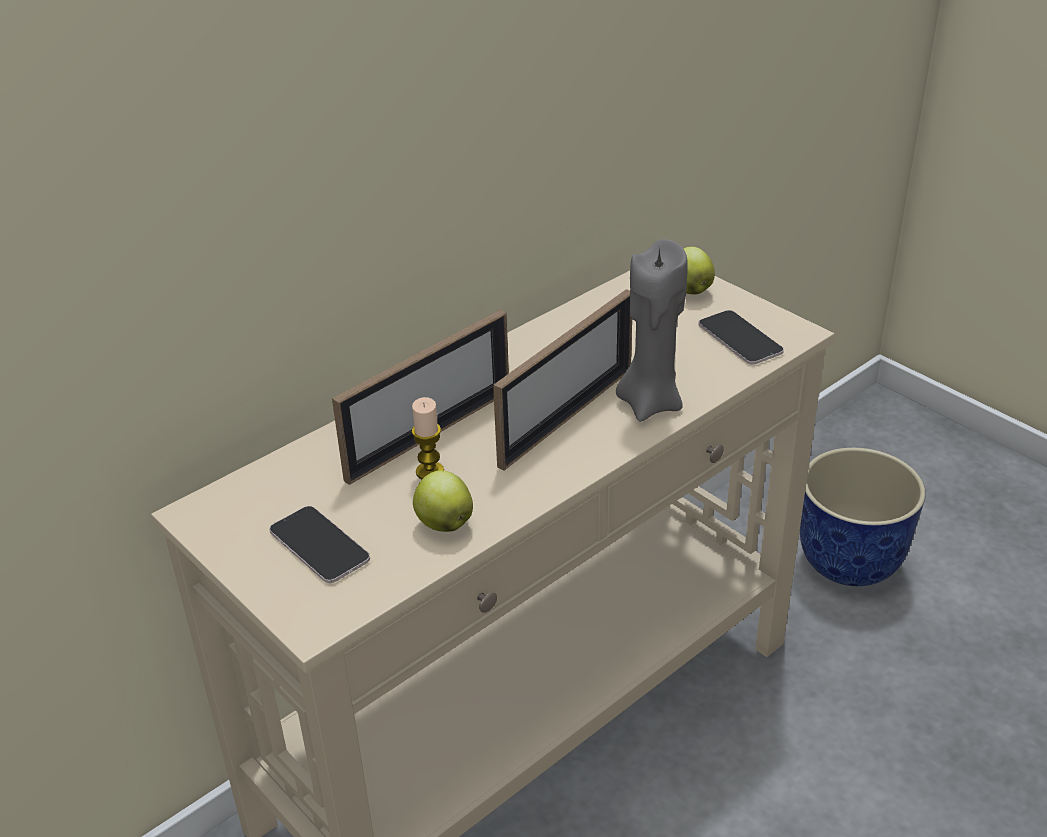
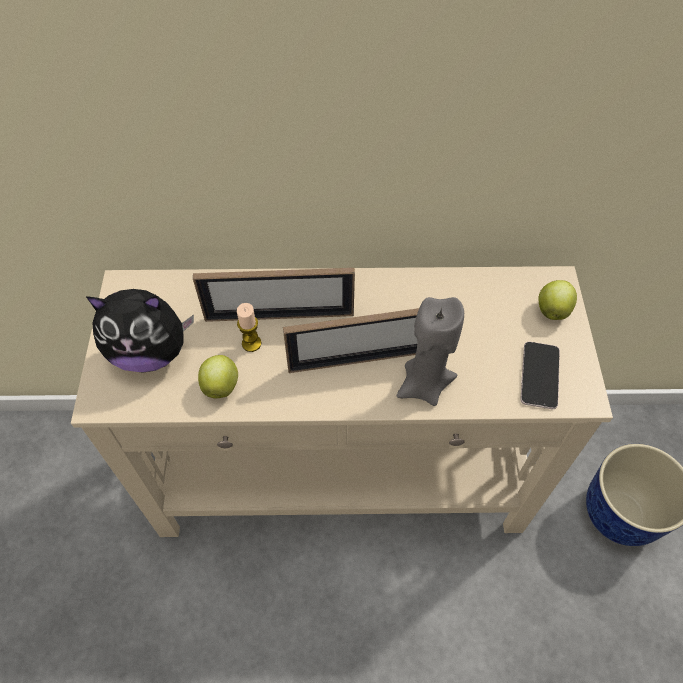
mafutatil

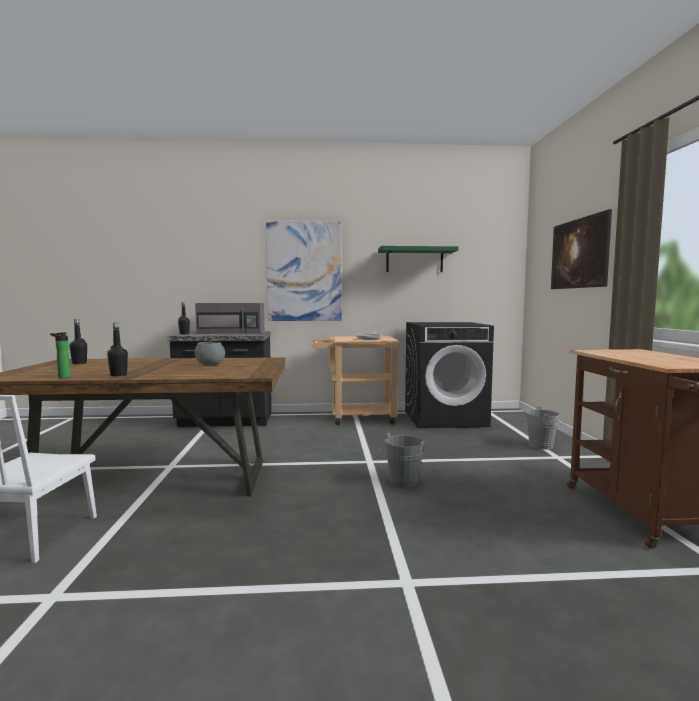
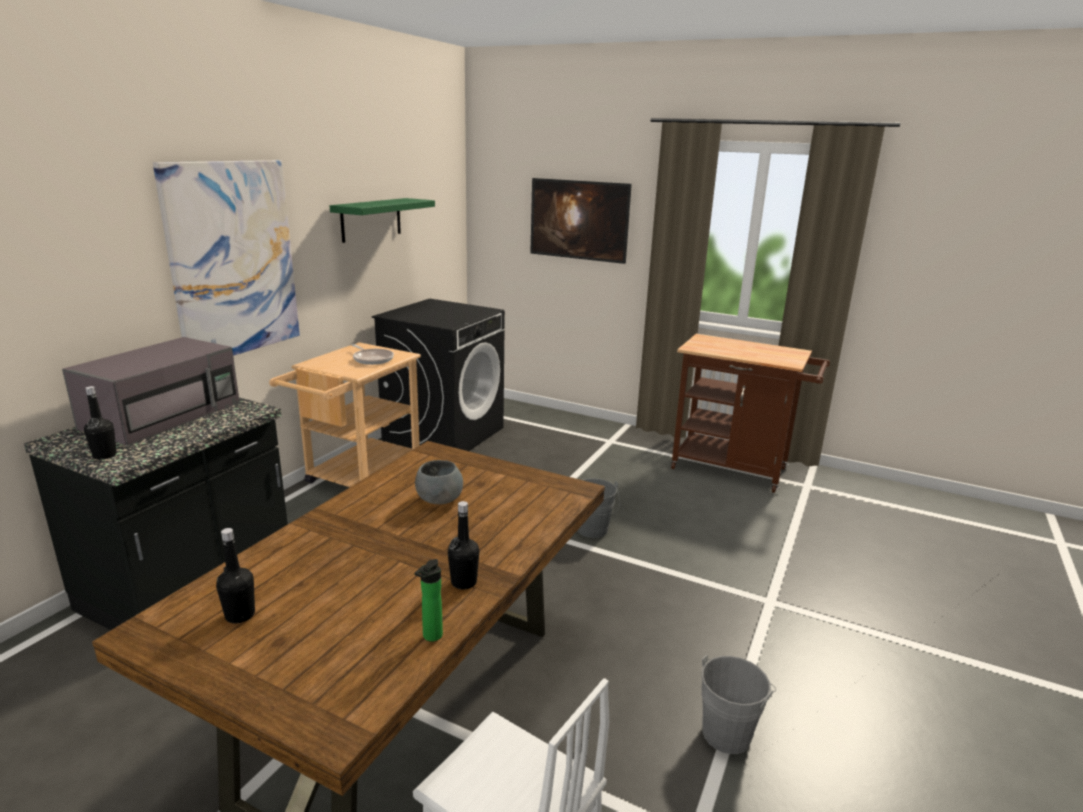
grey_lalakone (2nd from left)

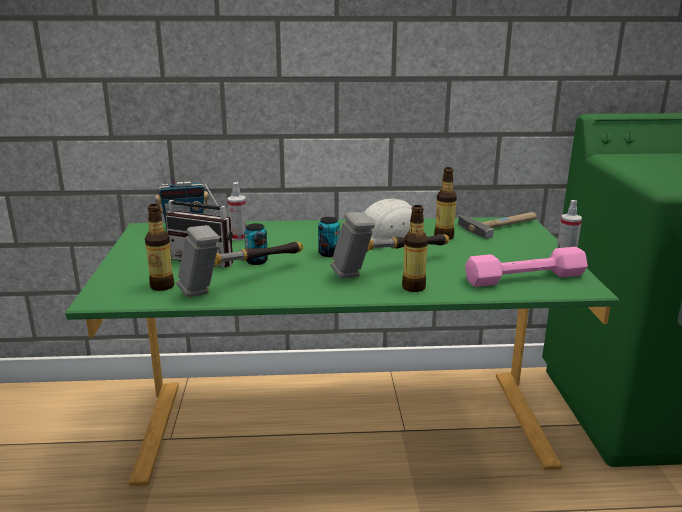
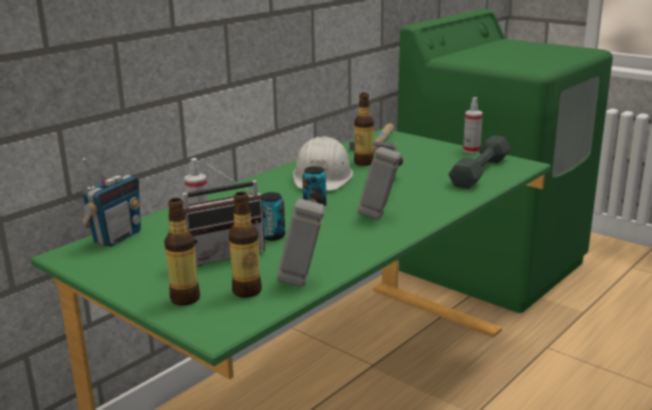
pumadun (1st from left); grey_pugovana

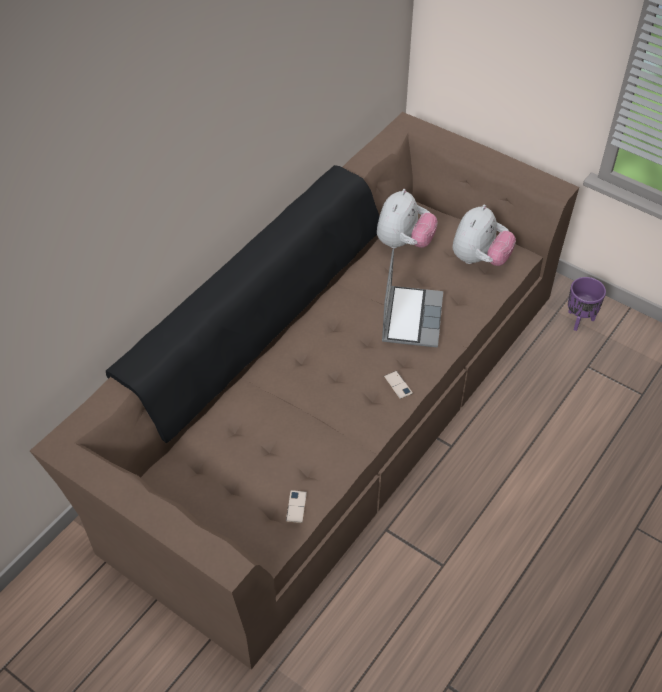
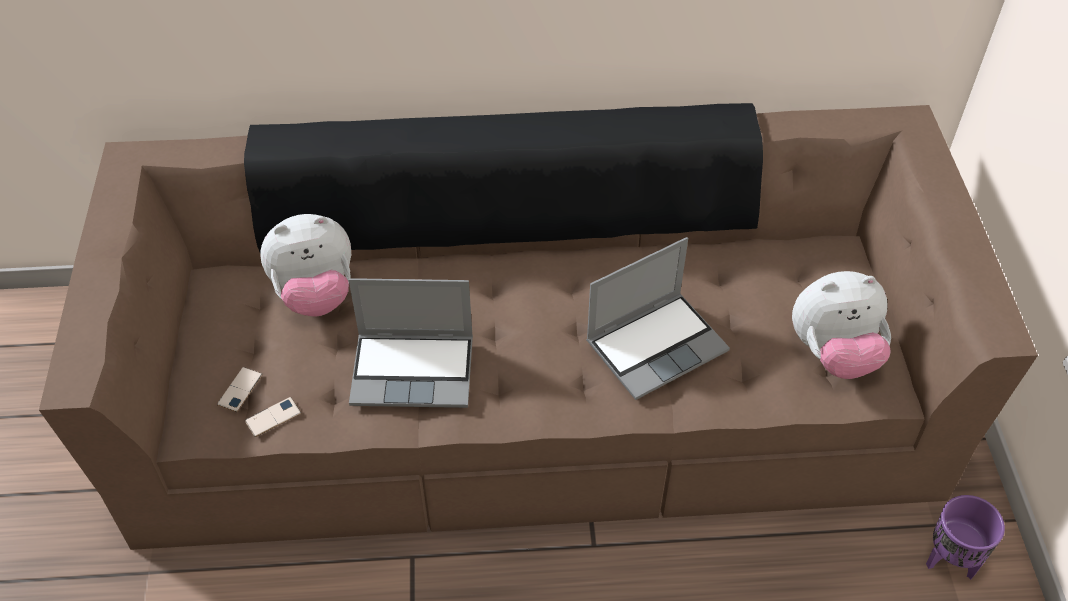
mafutatil (1st from left); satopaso (1st from left); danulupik (1st from left)

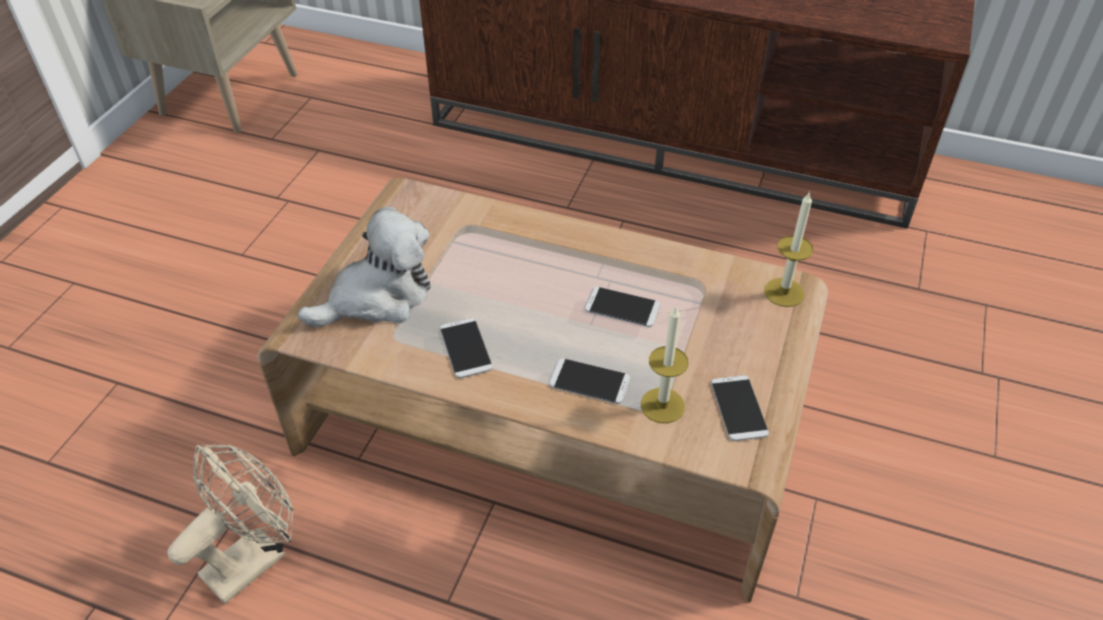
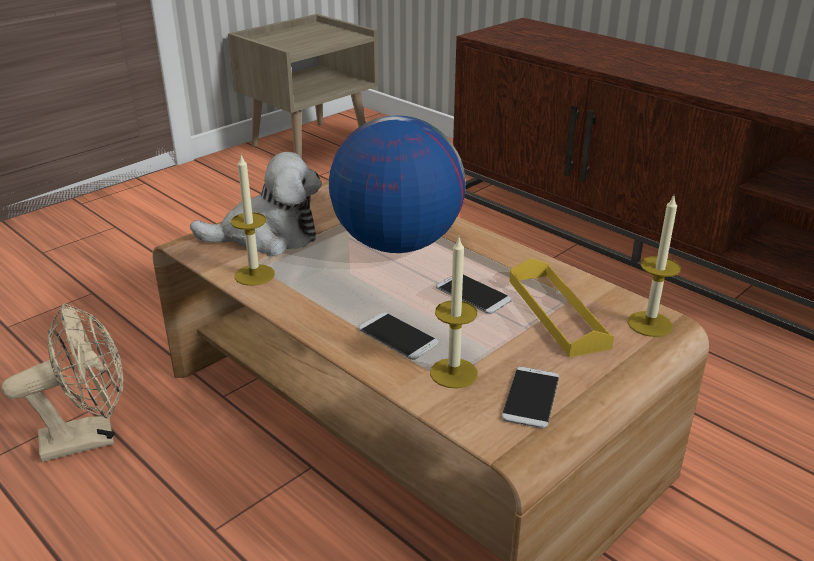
satopaso (1st from left in the first image); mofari (1st from left); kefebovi; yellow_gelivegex

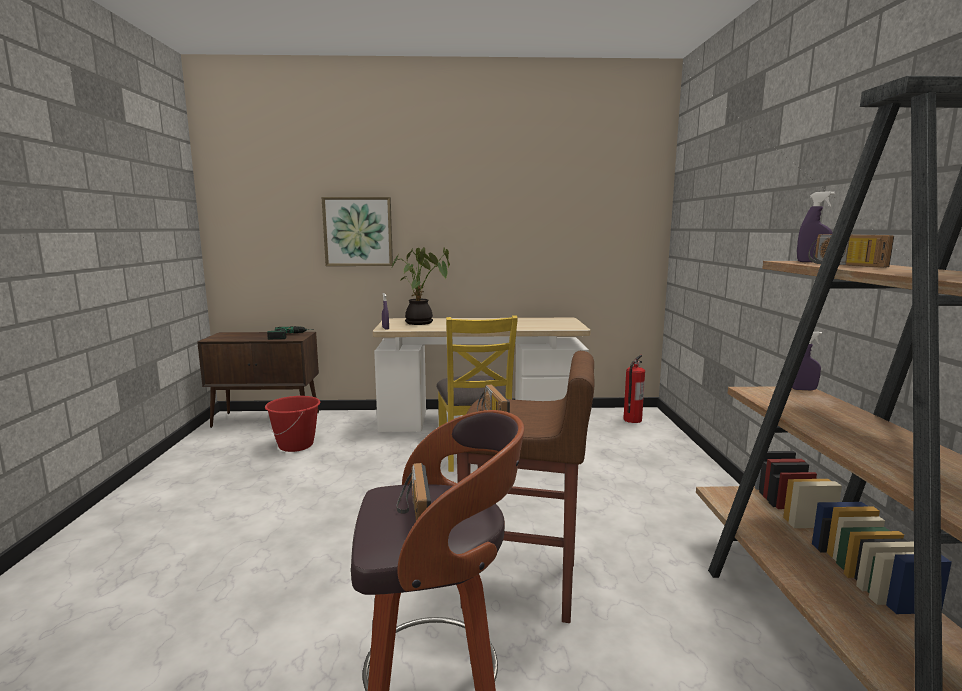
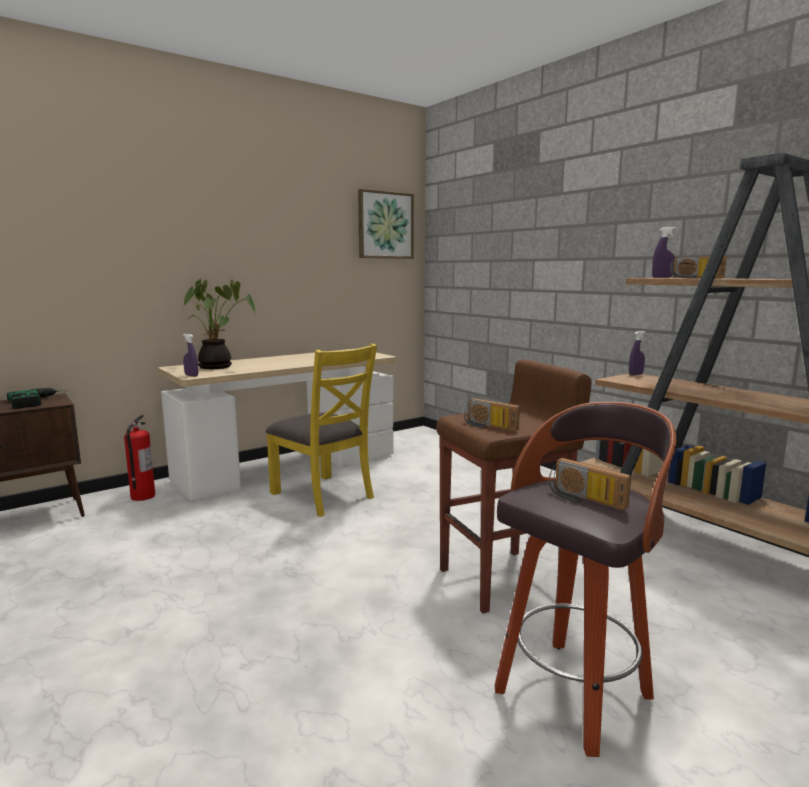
red_lalakone; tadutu; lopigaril

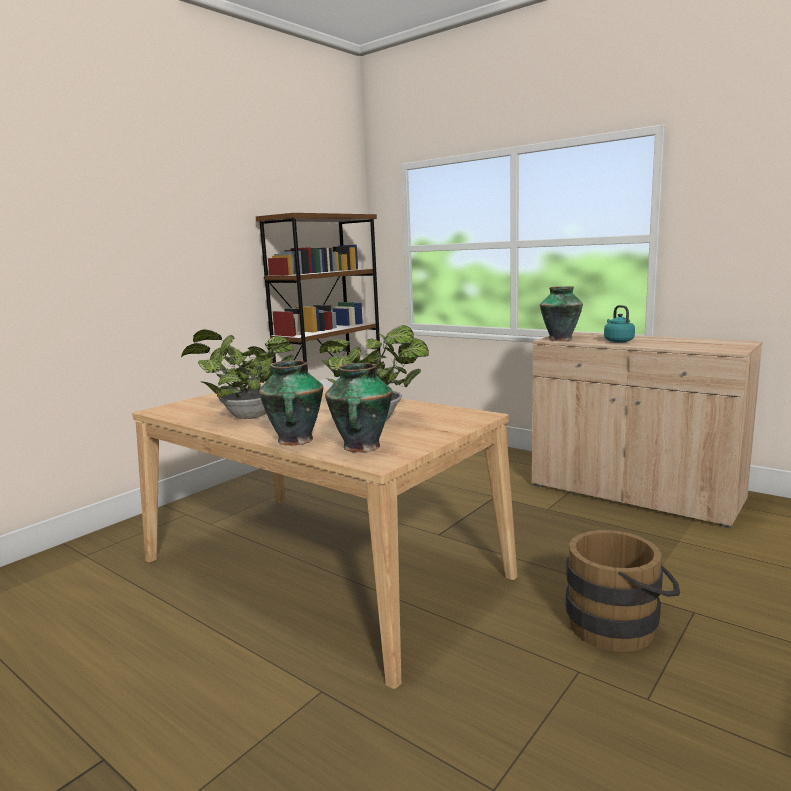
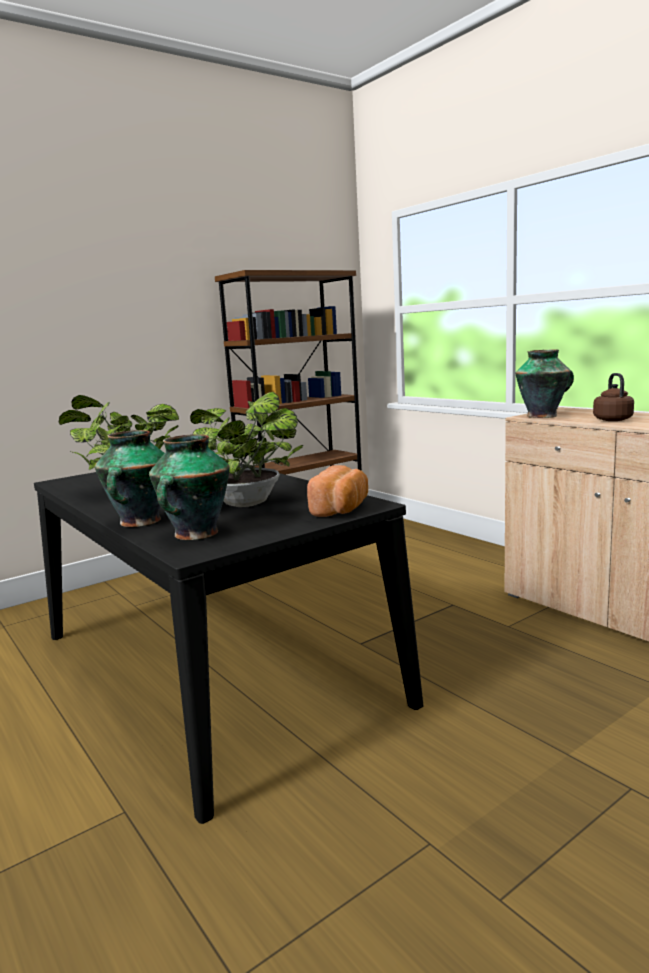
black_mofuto; brown_lalakone; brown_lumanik; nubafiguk

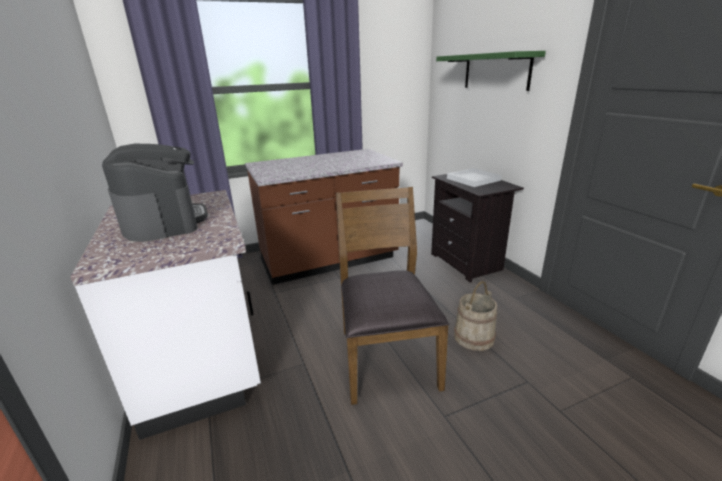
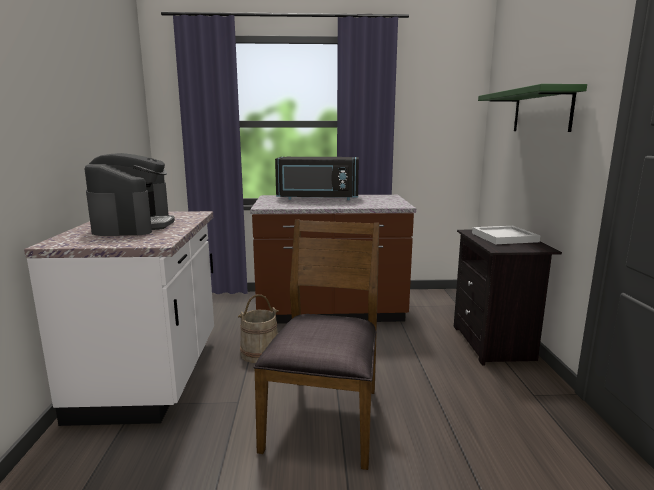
beige_lalakone; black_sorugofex

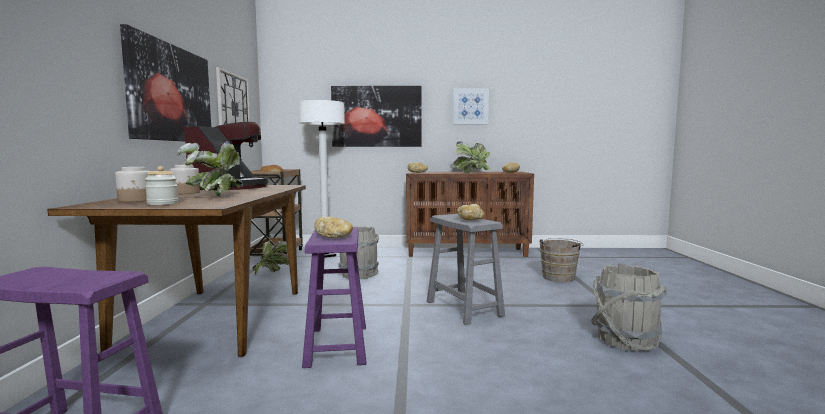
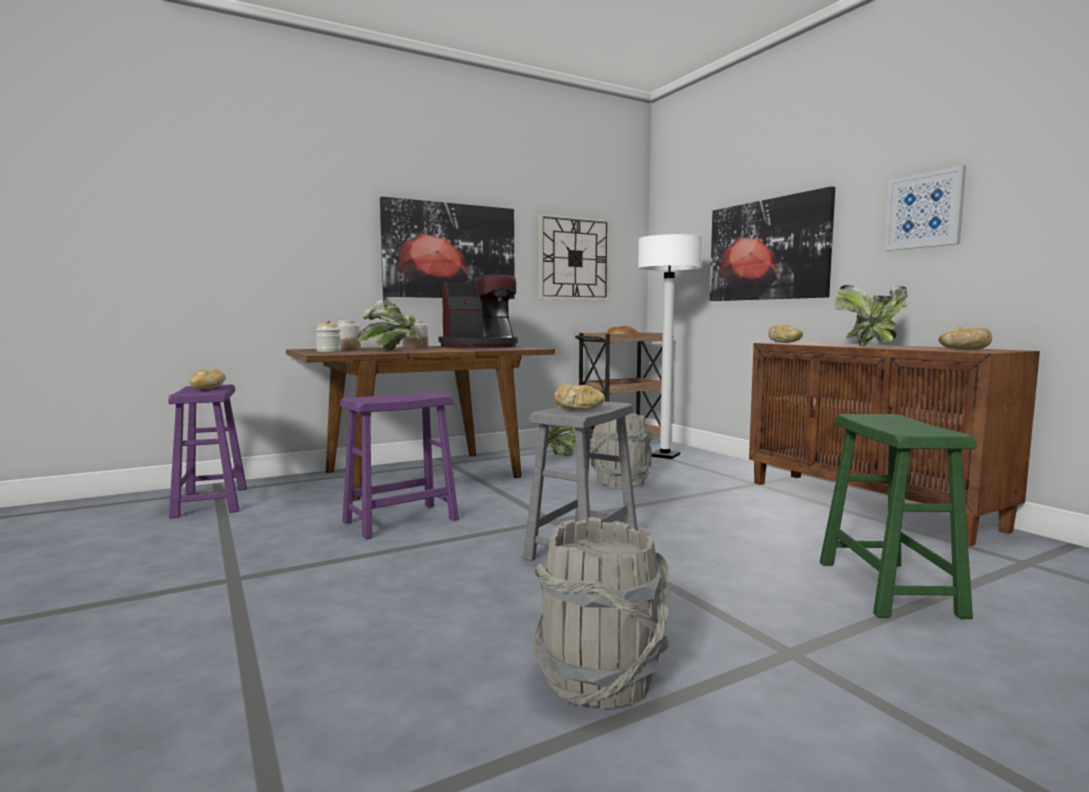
nubafiguk (1st from left); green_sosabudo

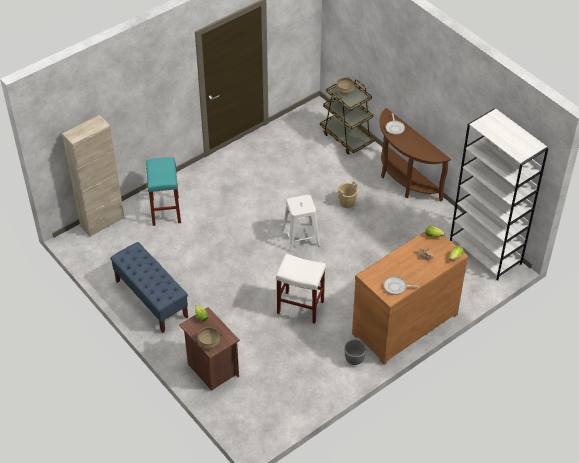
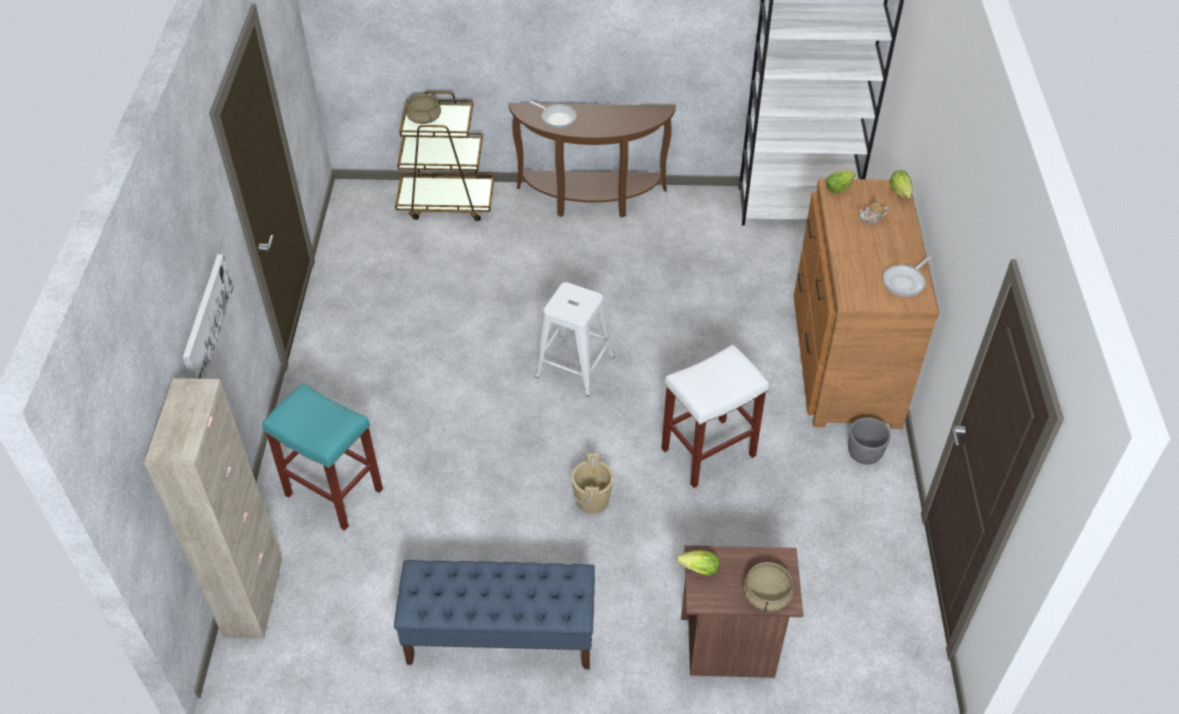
beige_lalakone; tadutu

